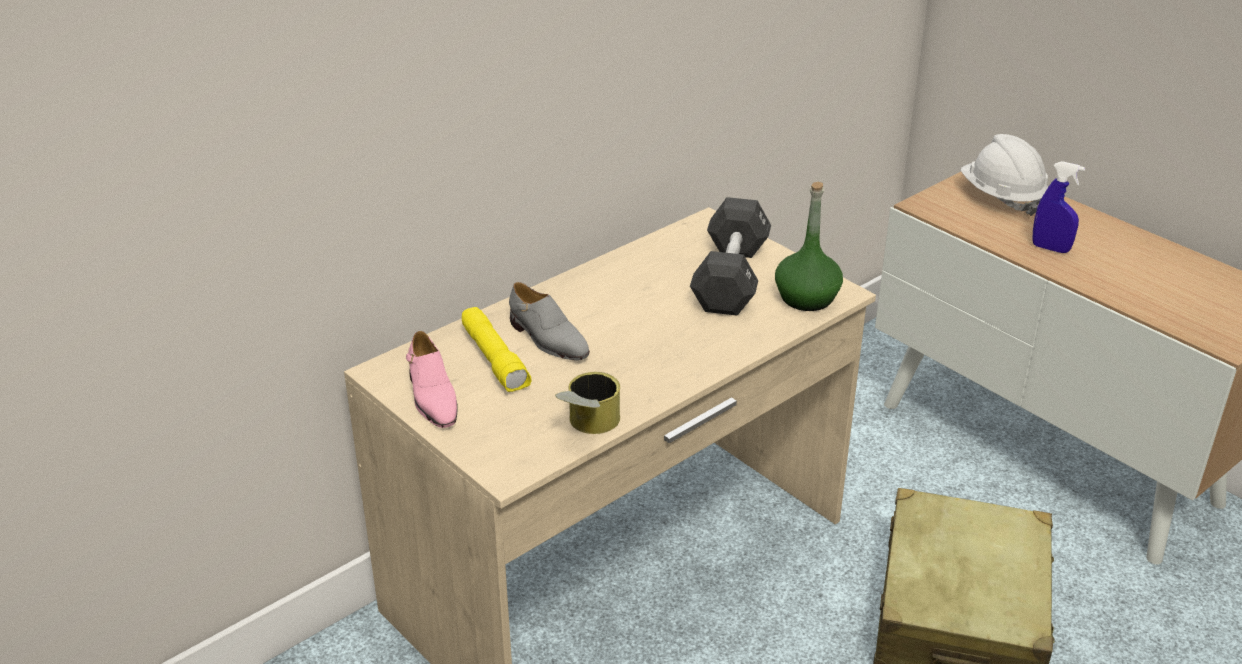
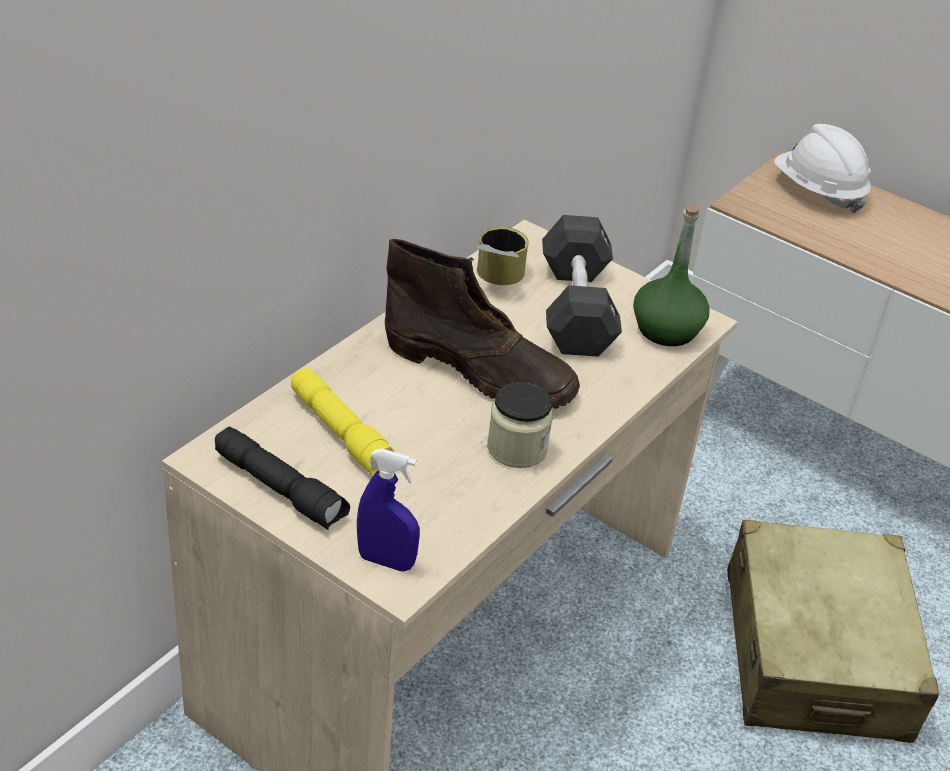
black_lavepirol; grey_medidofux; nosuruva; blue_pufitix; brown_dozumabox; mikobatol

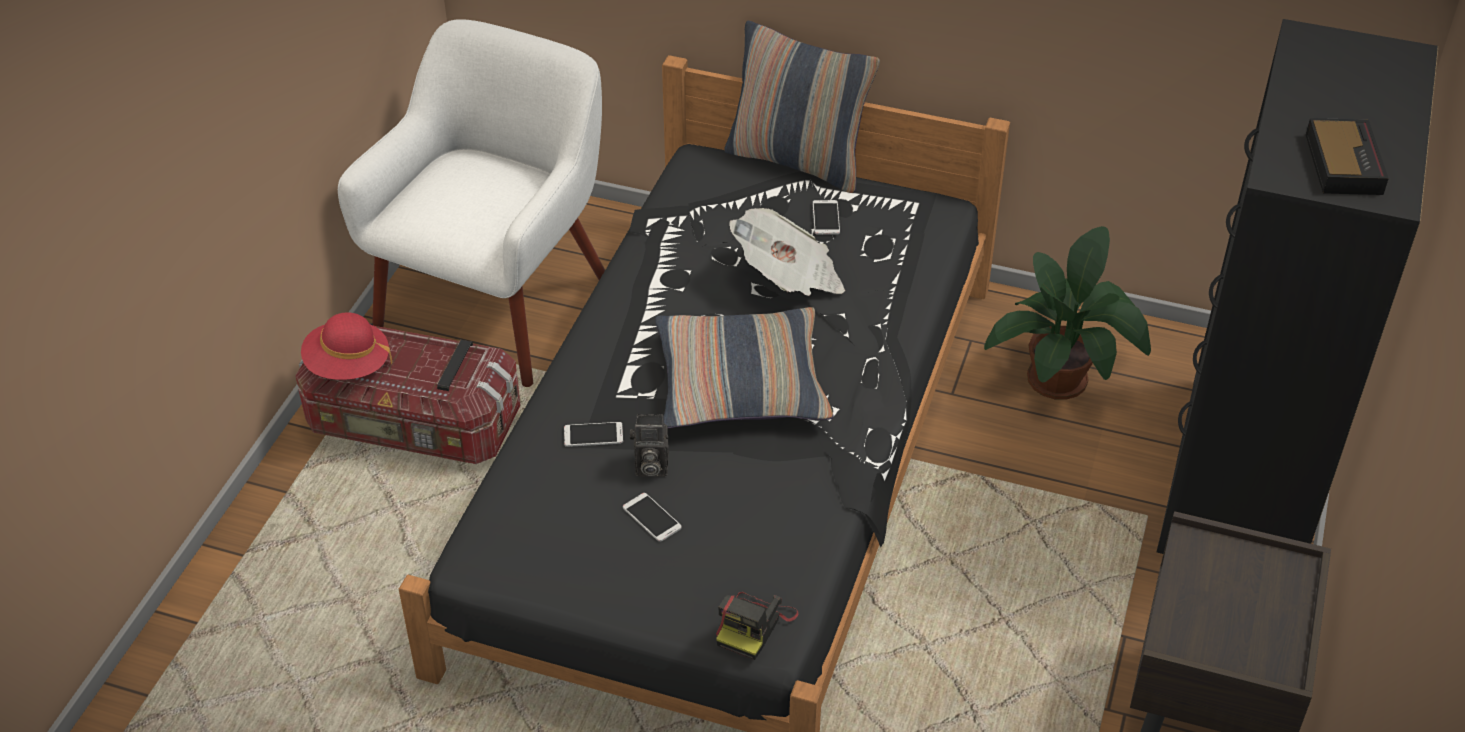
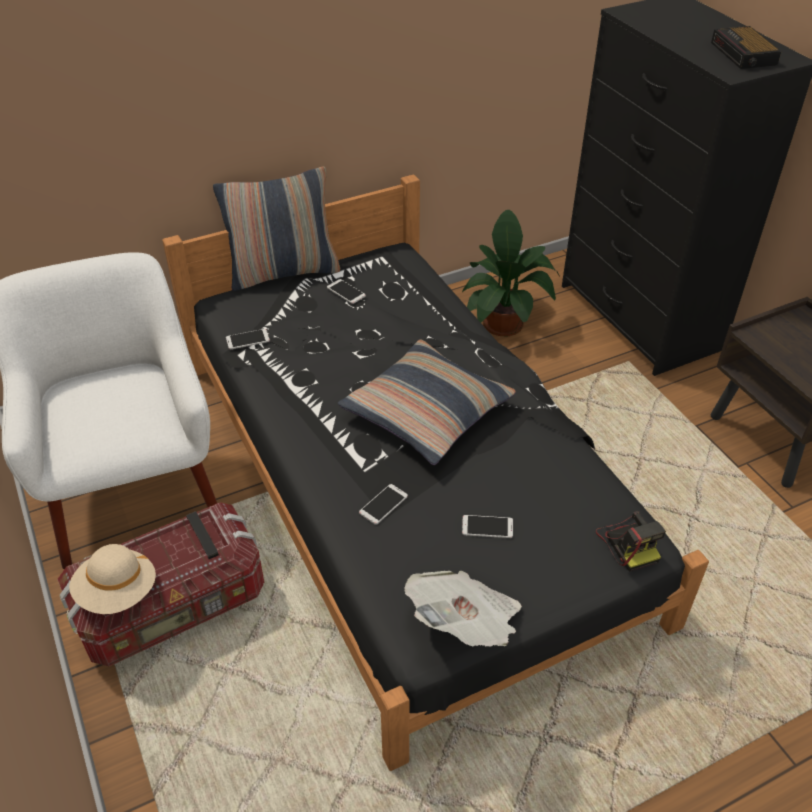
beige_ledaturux; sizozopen (1st from left in the first image); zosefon; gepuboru; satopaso (1st from left)

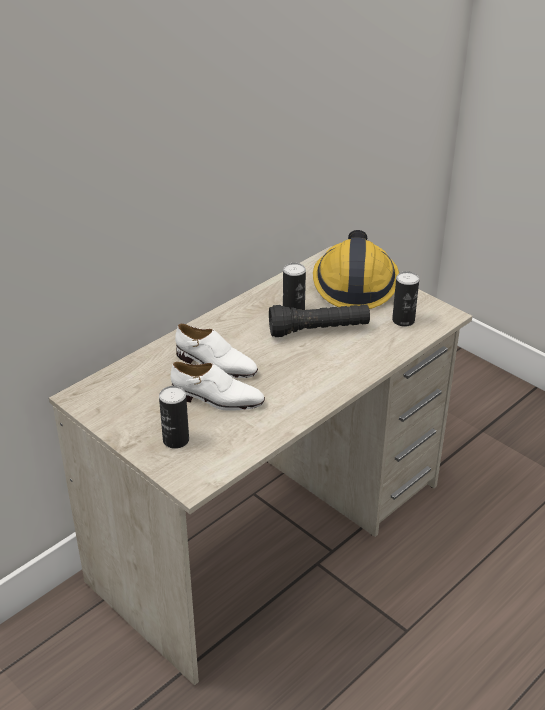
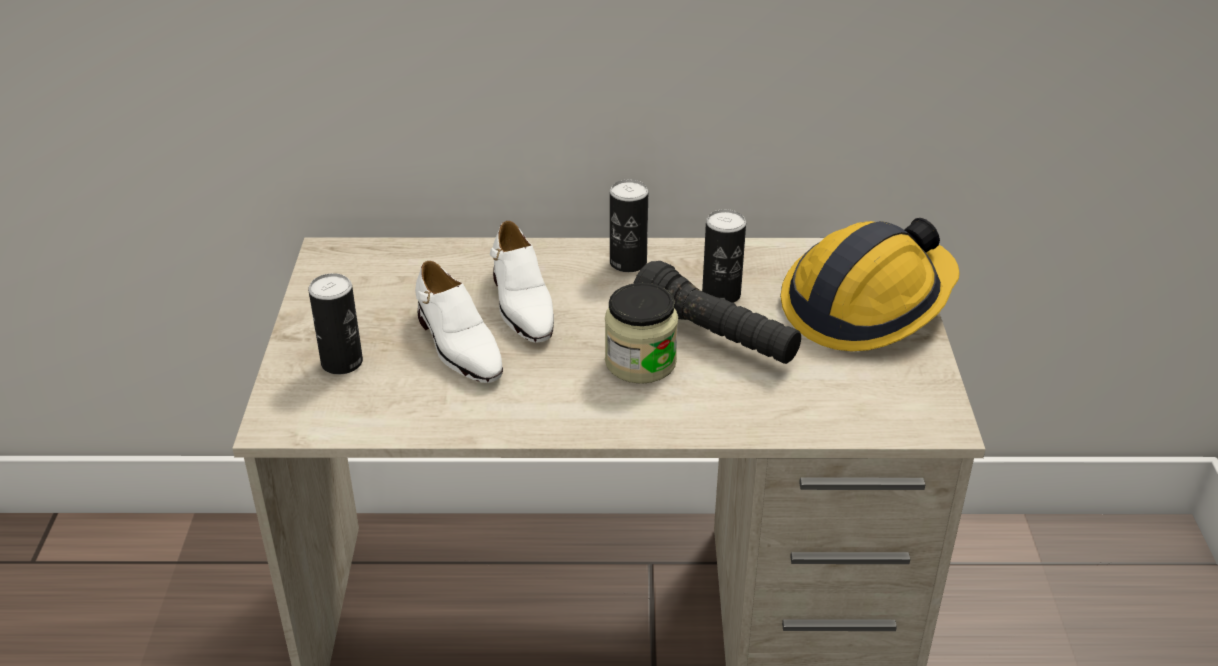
nosuruva (2nd from left); mikobatol

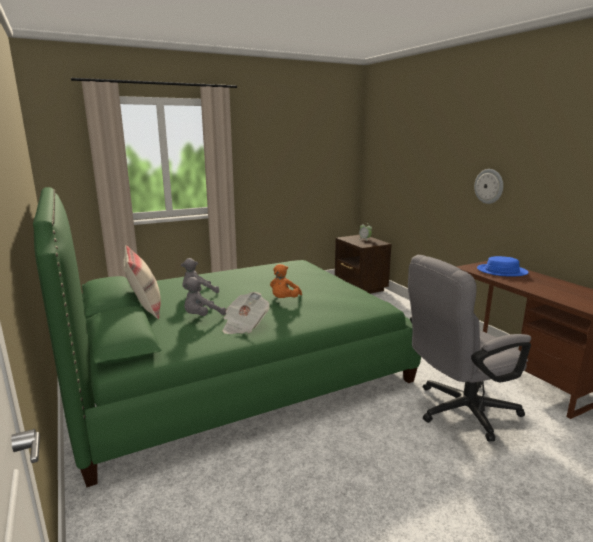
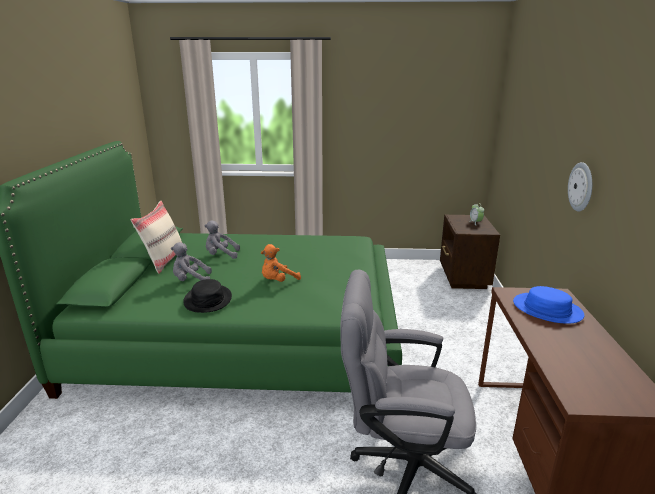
black_ledaturux

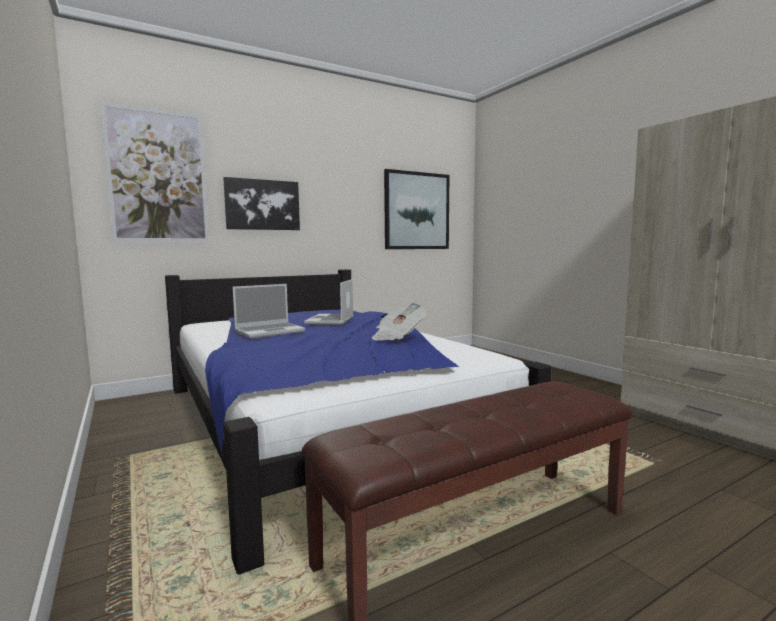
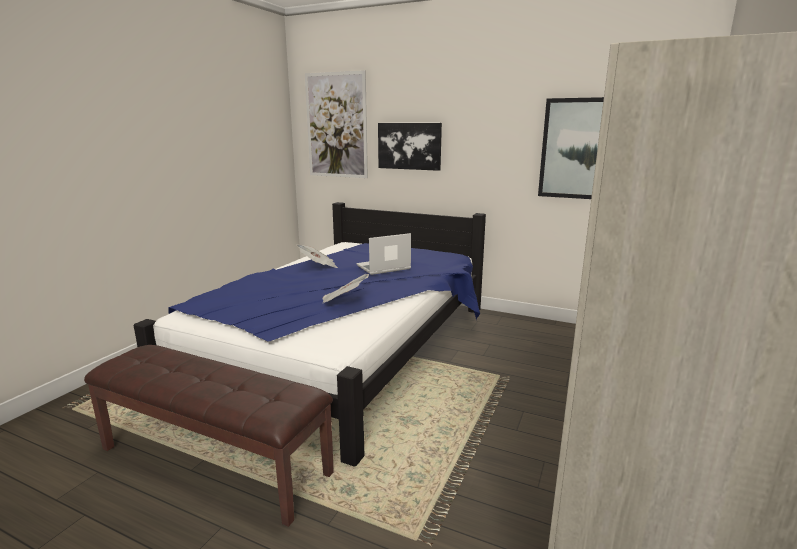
zosefon (1st from left)

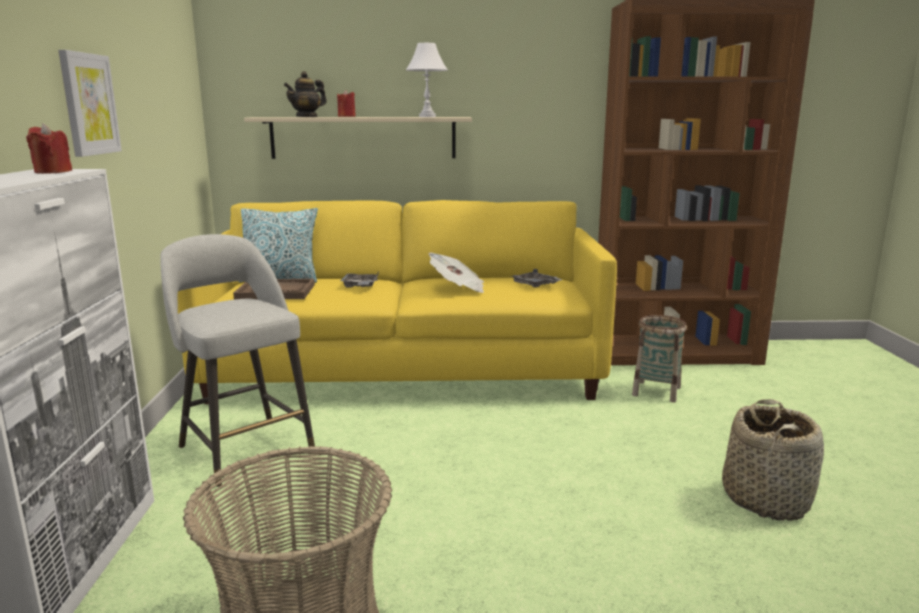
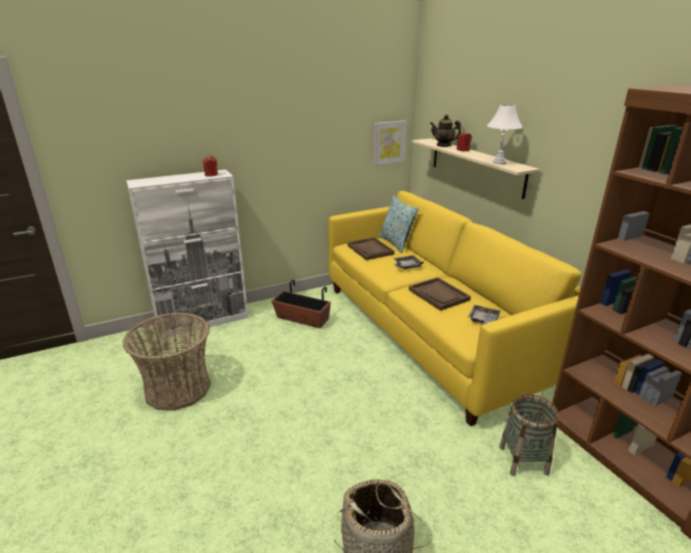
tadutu; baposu; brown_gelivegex (2nd from left)

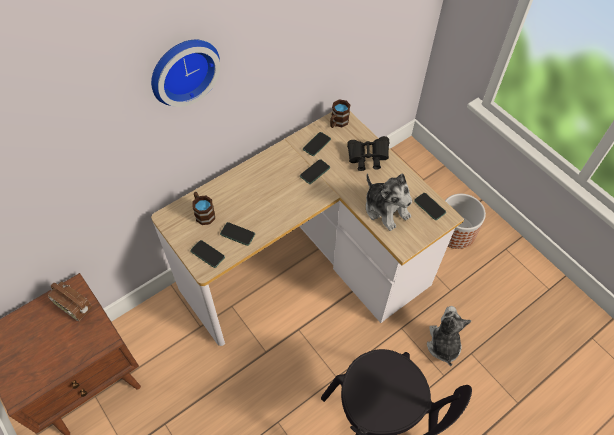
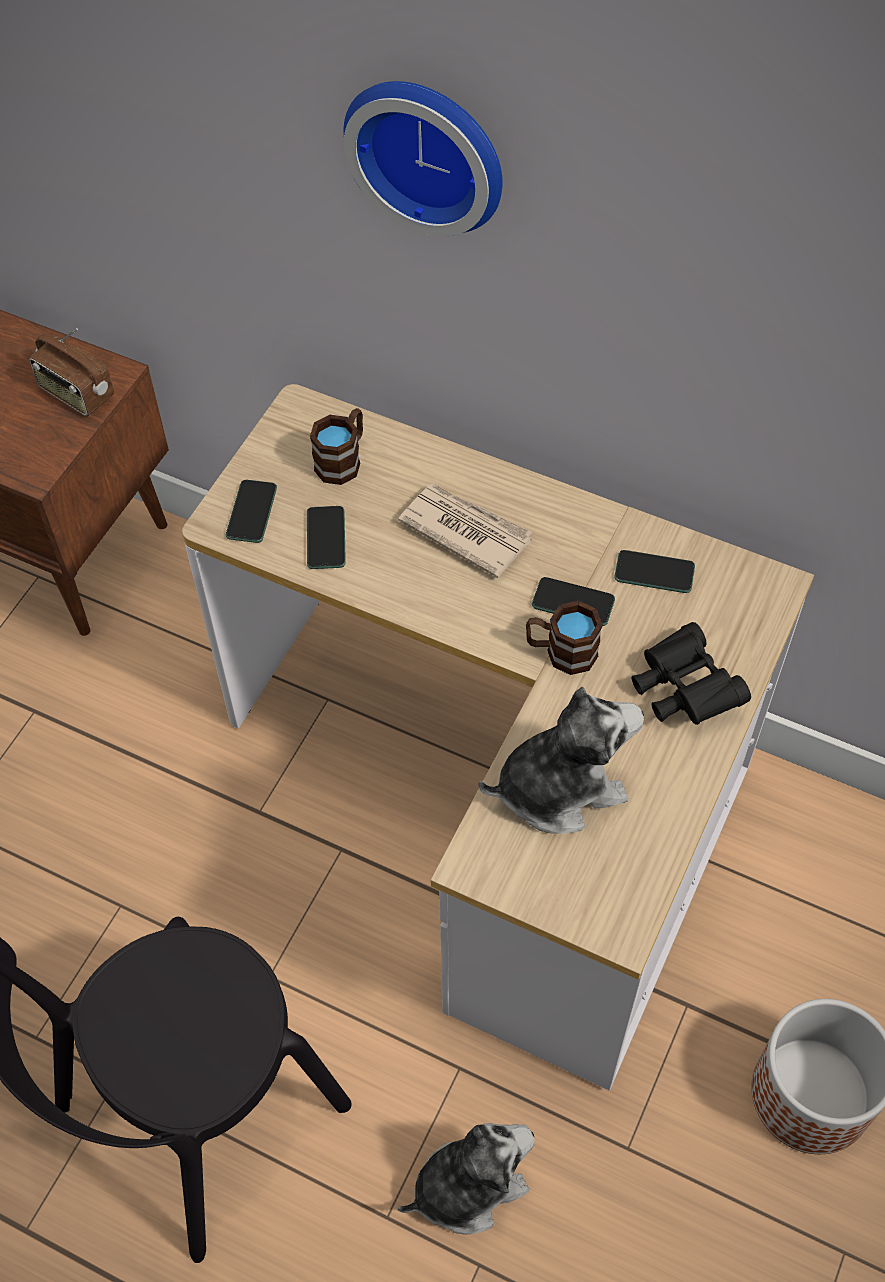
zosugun; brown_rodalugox (2nd from left); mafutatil (2nd from left); satopaso (5th from left in the first image); zosefon

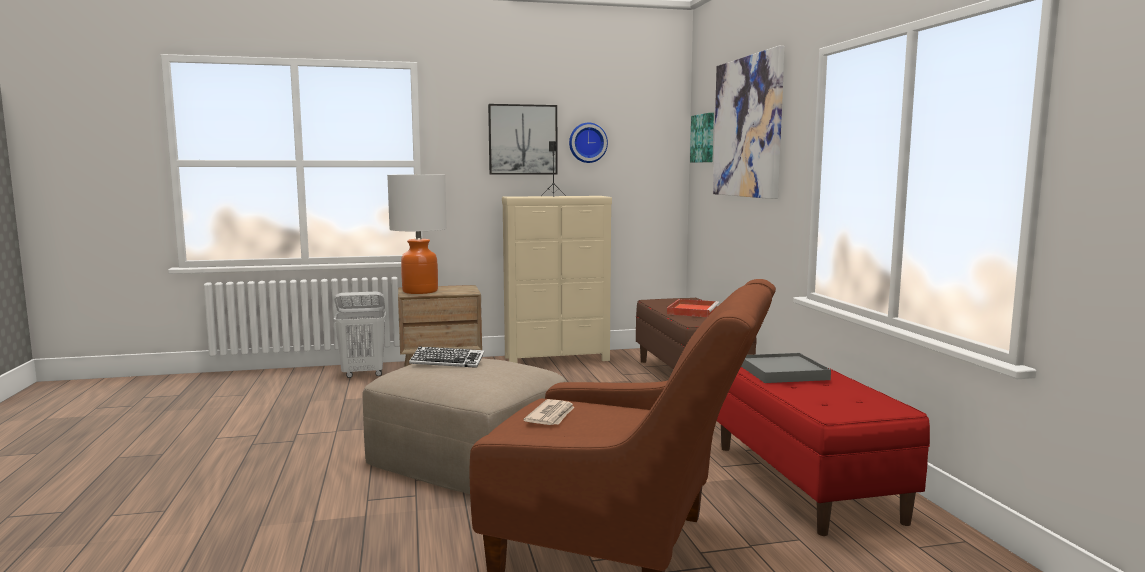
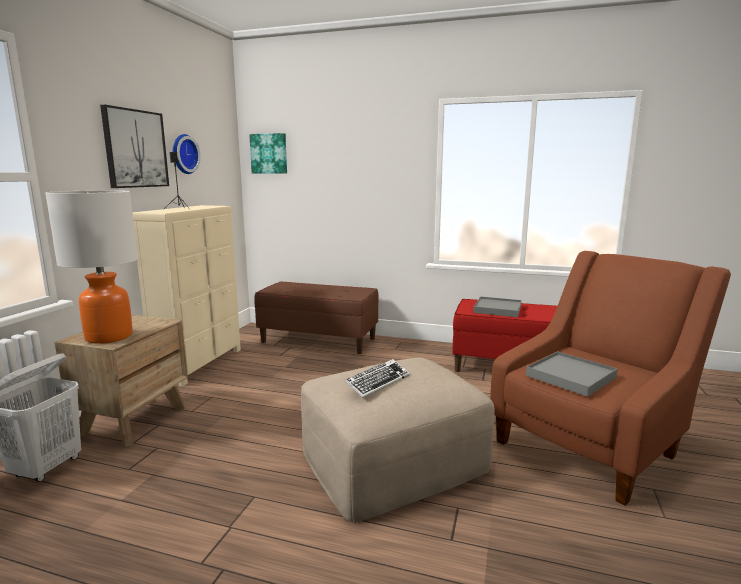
grey_gelivegex (2nd from left); red_gelivegex; tadutu (3rd from left in the first image)

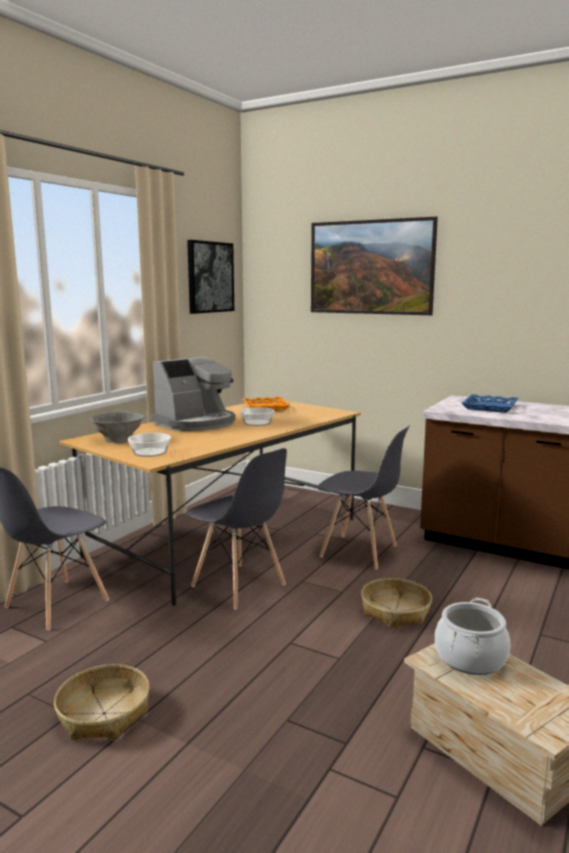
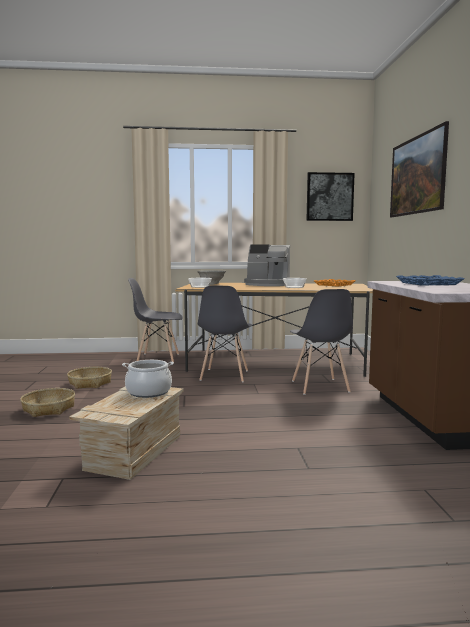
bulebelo (1st from left)

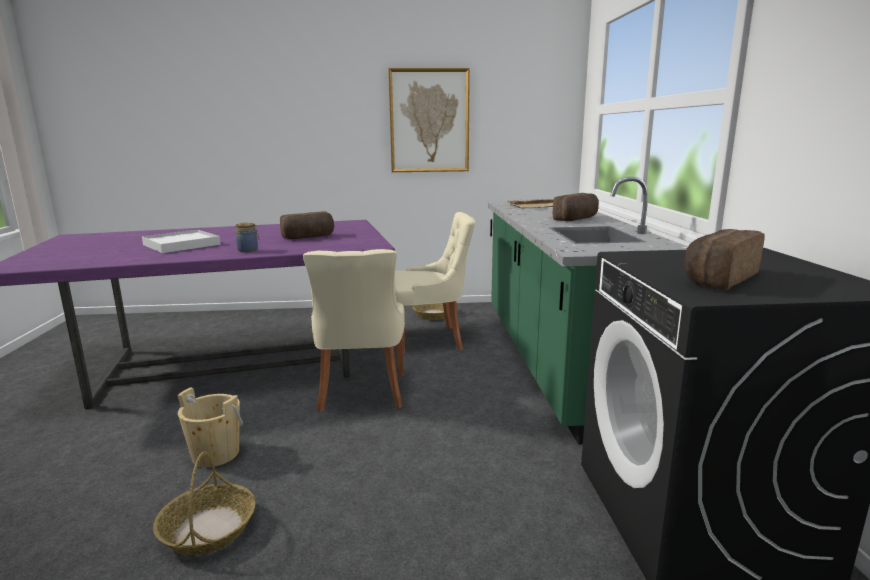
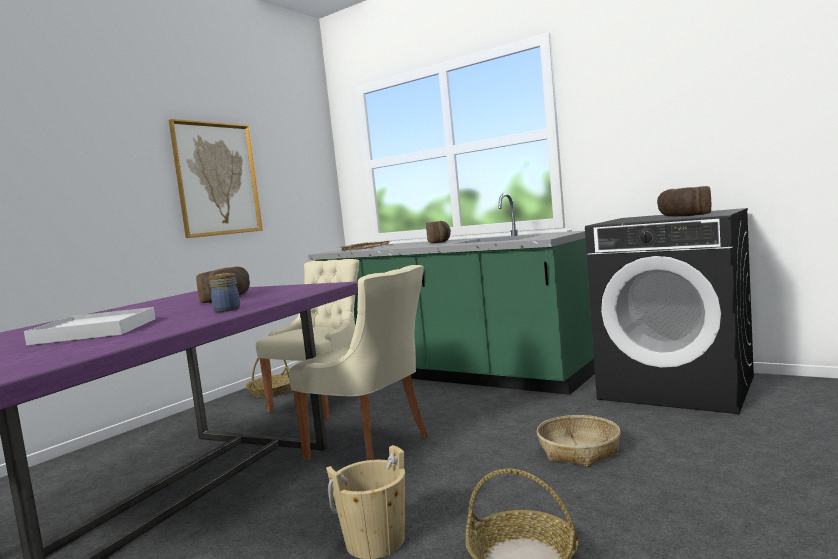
bulebelo (3rd from left)

